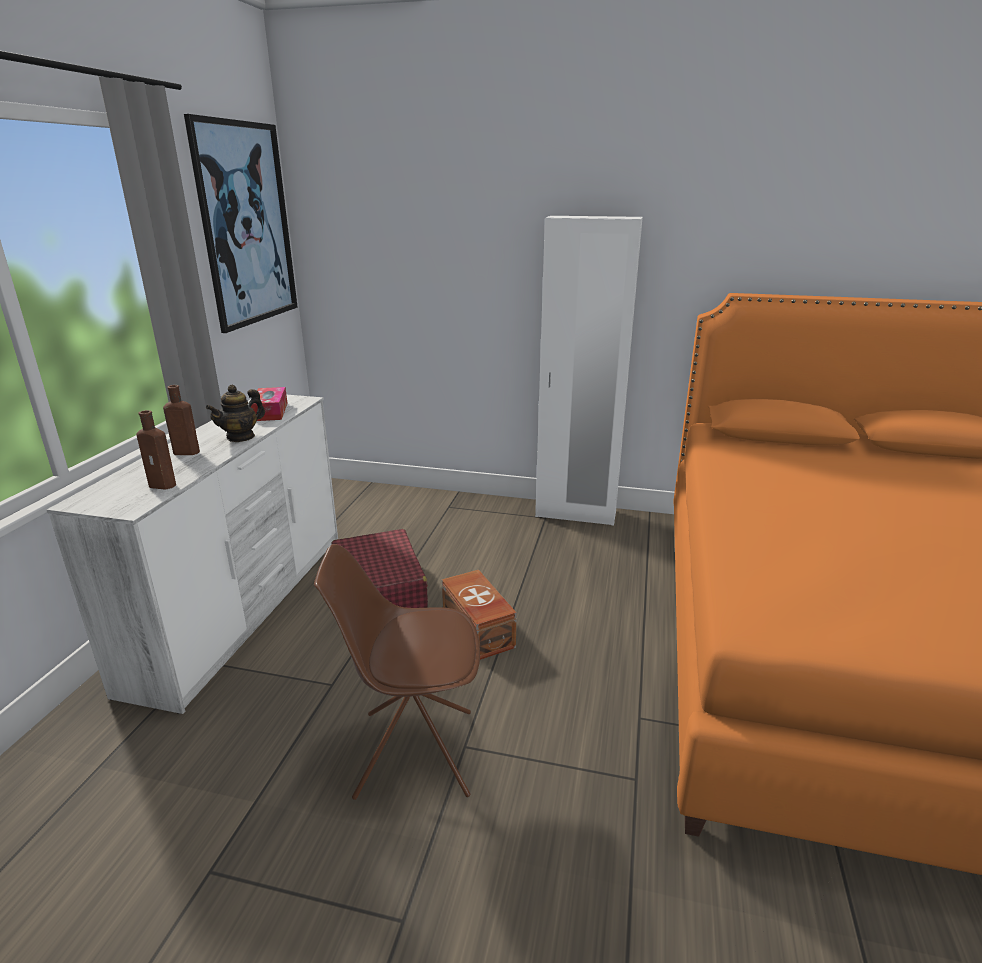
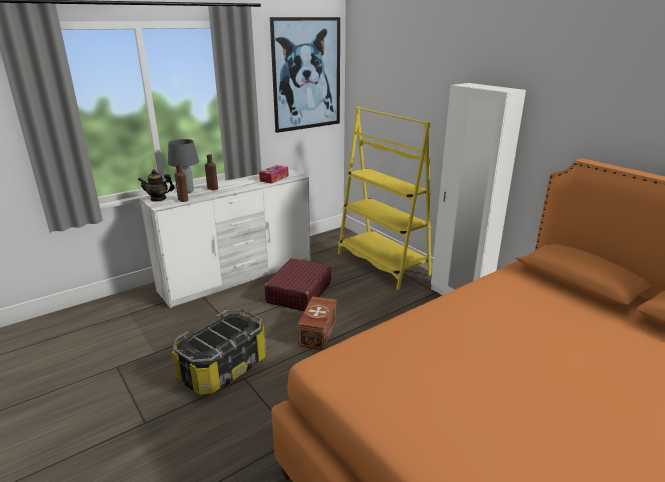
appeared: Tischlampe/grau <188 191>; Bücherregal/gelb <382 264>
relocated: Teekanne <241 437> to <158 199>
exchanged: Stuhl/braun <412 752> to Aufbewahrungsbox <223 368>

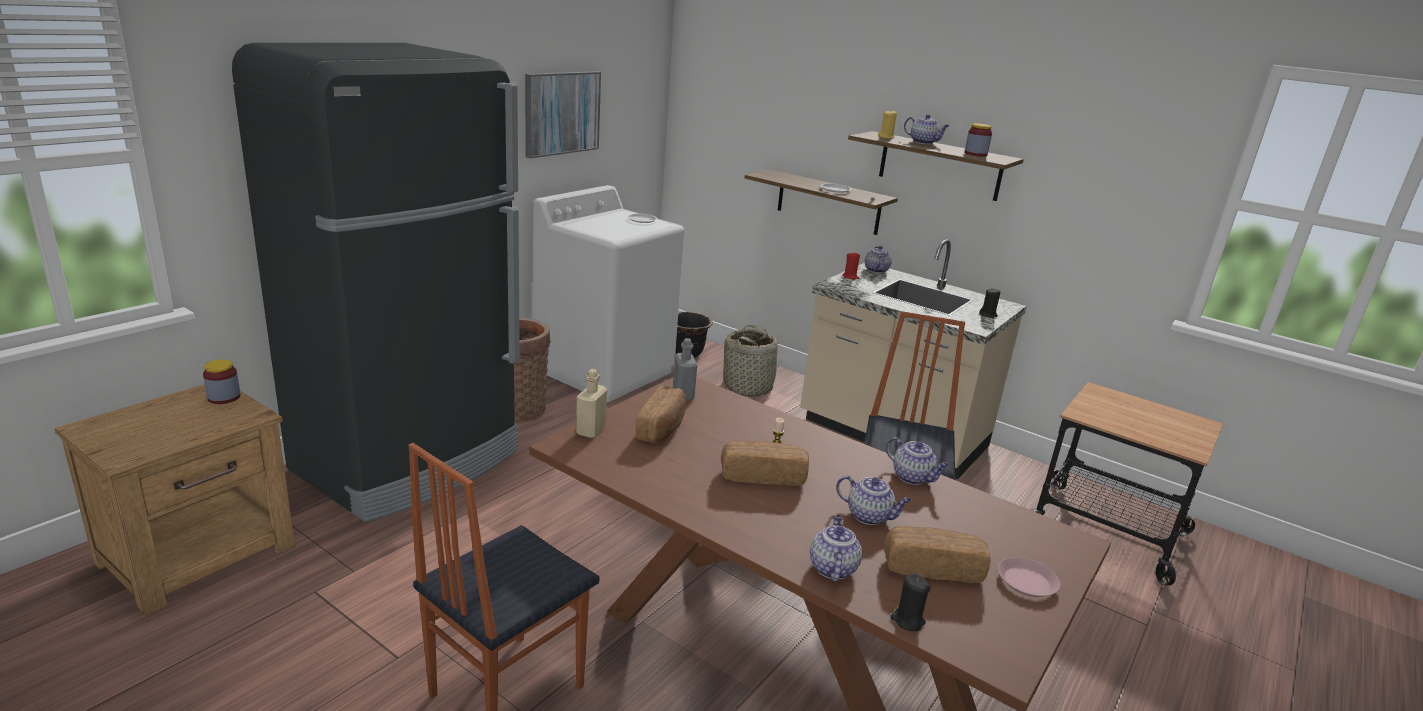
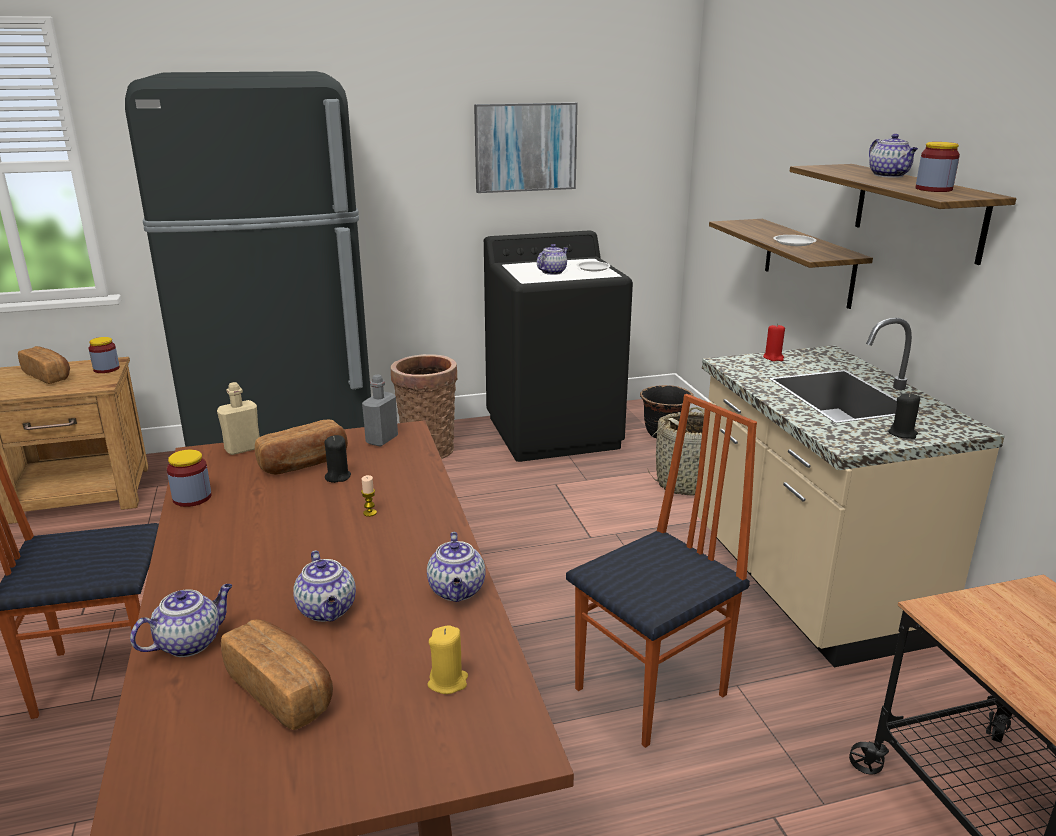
missing: Teller/rosa <1026 582>
appeared: Vorratsglas <192 498>
relocated: Brot <763 476> to <48 376>; Kerze/schwarz <907 620> to <337 477>; Kerze/gelb <886 137> to <448 682>; Teekanne <876 270> to <552 272>
colour: Waschmaschine/weiß <605 370> to Waschmaschine/schwarz <554 432>

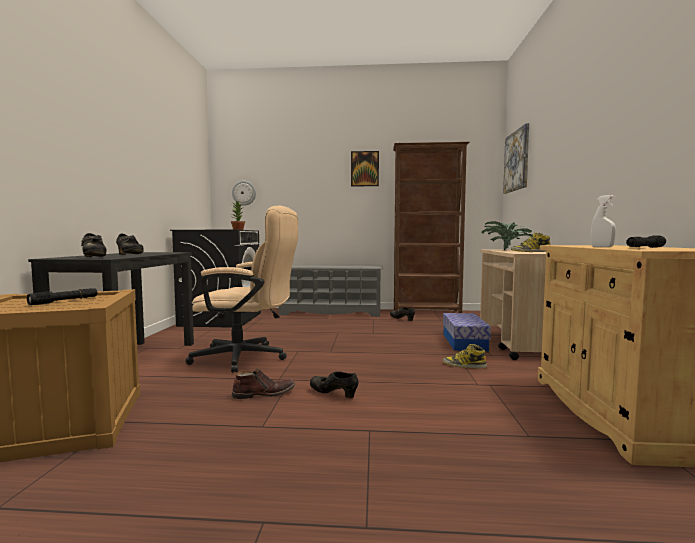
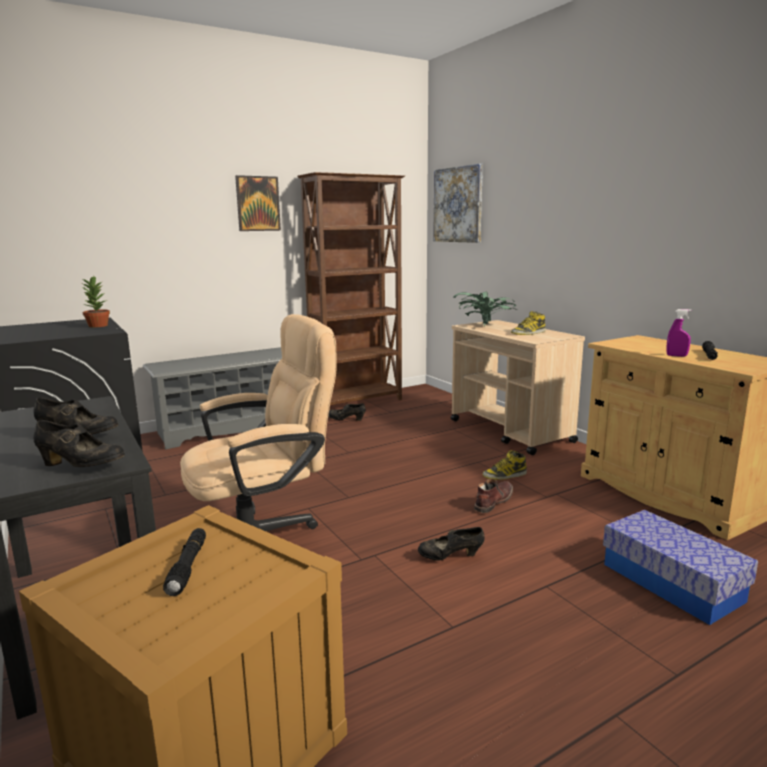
missing: Wanduhr <244 193>
relocated: Stiefel/braun <264 393> to <493 501>; Aufbewahrungsbox <464 342> to <672 582>
colour: Sprühflasche/weiß <602 247> to Sprühflasche/lila <676 356>

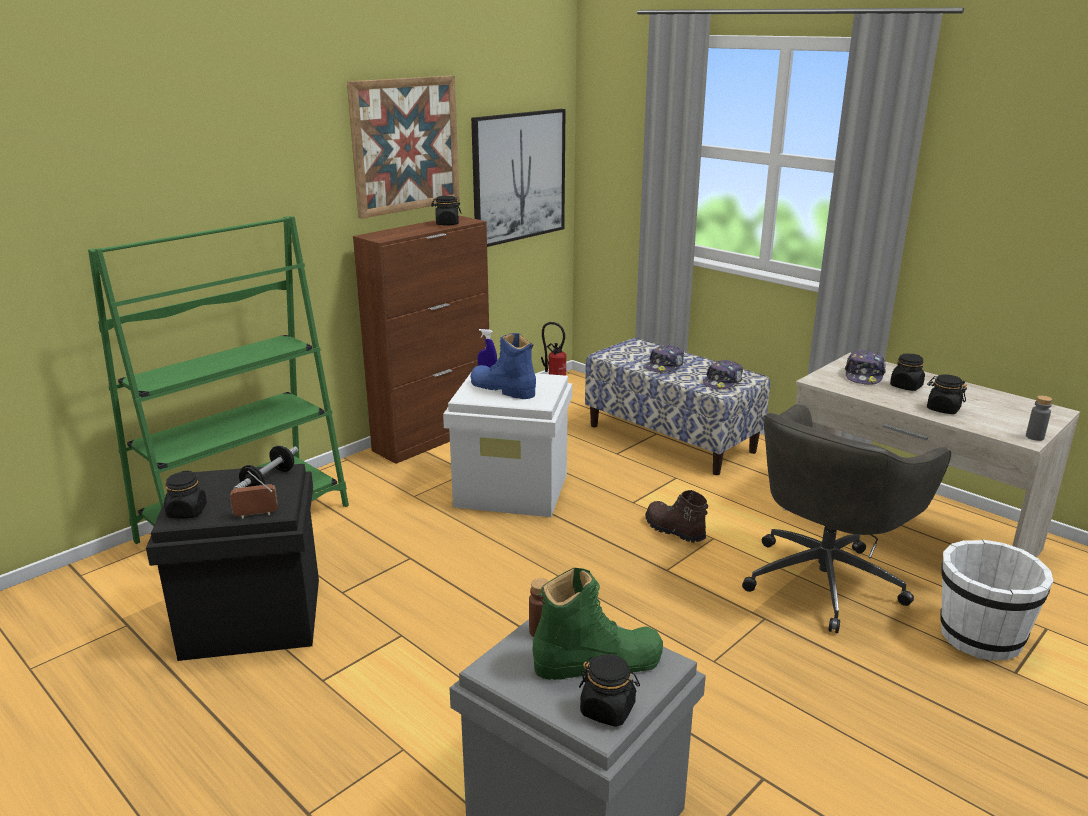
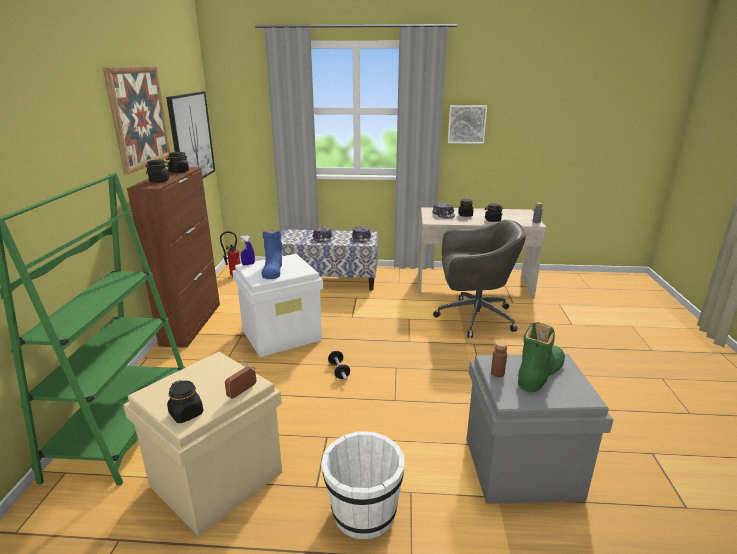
missing: Stiefel/braun <673 530>
appeared: Bild <466 124>
relocated: Vorratsglas/schwarz <608 710> to <160 181>; Eimer/weiß <979 636> to <363 512>; Hantel <269 481> to <339 371>
colour: Aufbewahrungsbox/schwarz <251 618> to Aufbewahrungsbox/beige <216 480>
spun: Stiefel/blau <502 389> = <273 270> 90 degrees counterclockwise; Bürostuhl/grau <825 579> = <473 317> 90 degrees counterclockwise

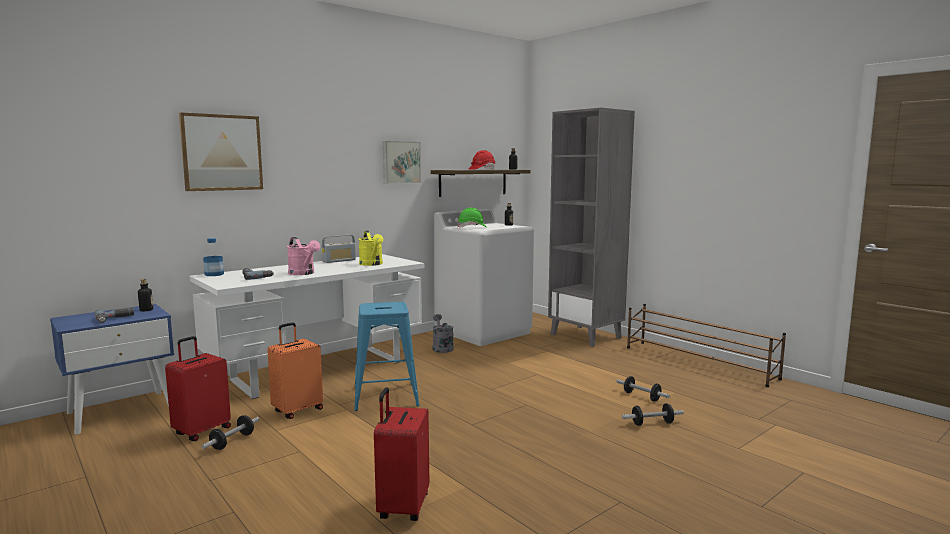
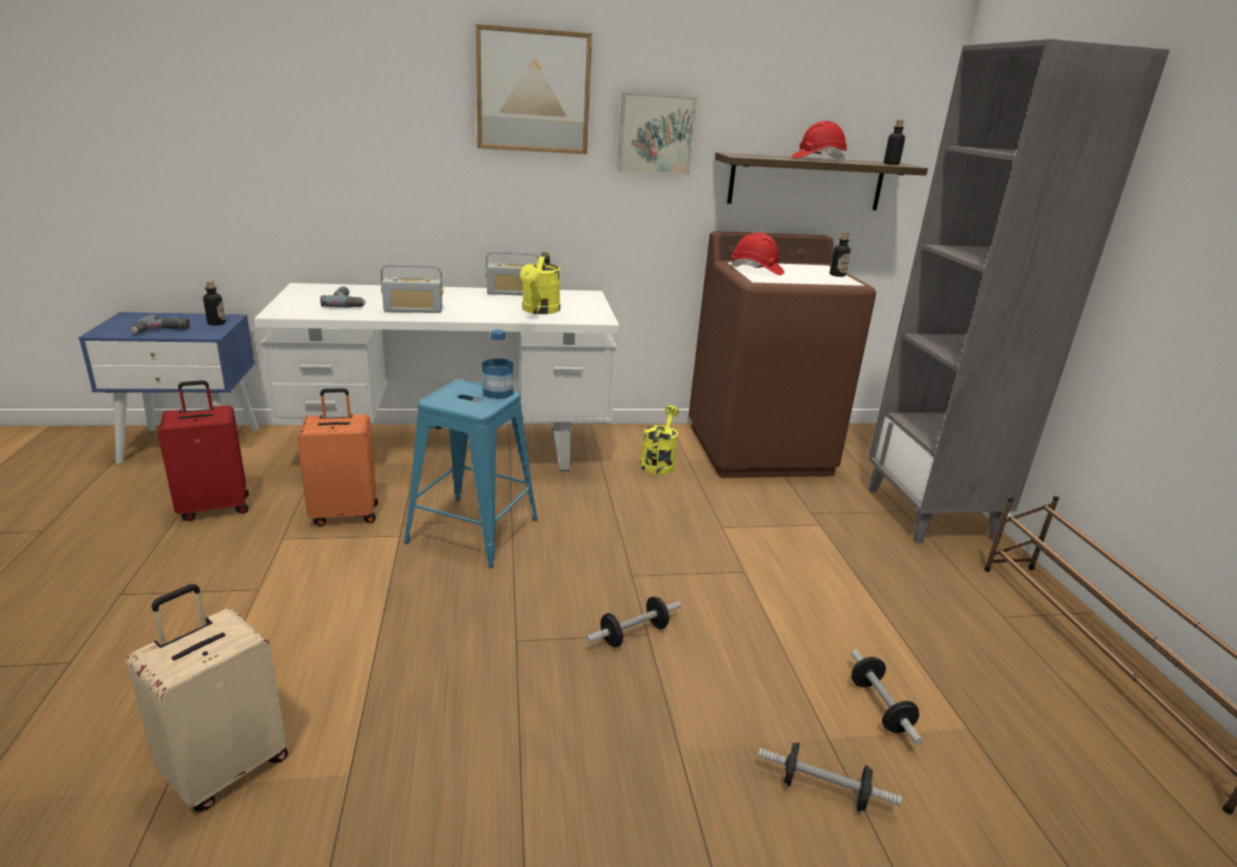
relocated: Bild <222 152> to <533 91>; Flasche <214 274> to <497 392>; Hantel <232 442> to <633 634>
exchanged: Gießkanne/rosa <304 273> to Radio <413 310>
colour: Koffer/rot <402 507> to Koffer/beige <226 768>; Gießkanne/grau <441 348> to Gießkanne/gelb <658 462>; Waschmaschine/weiß <483 331> to Waschmaschine/braun <759 449>; Schutzhelm/grün <472 227> to Schutzhelm/rot <756 270>

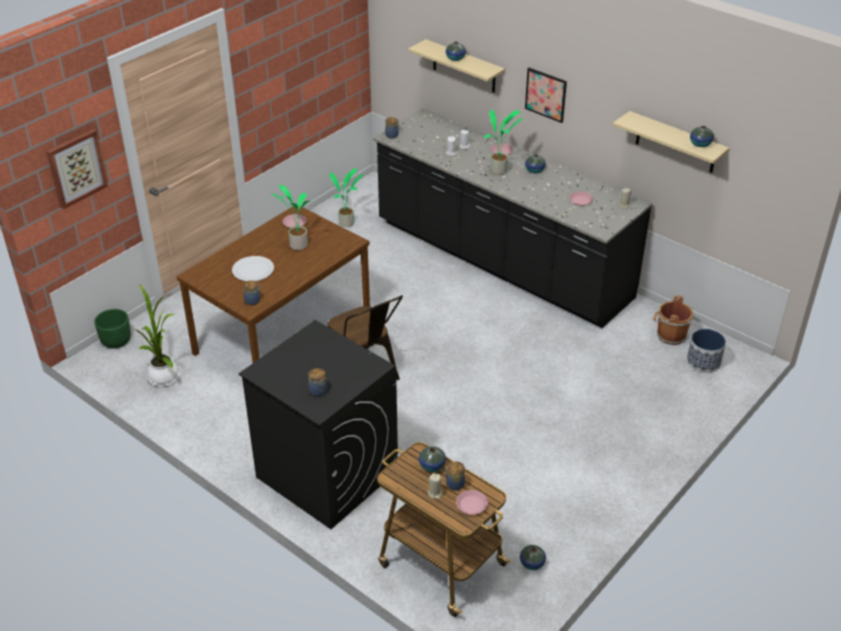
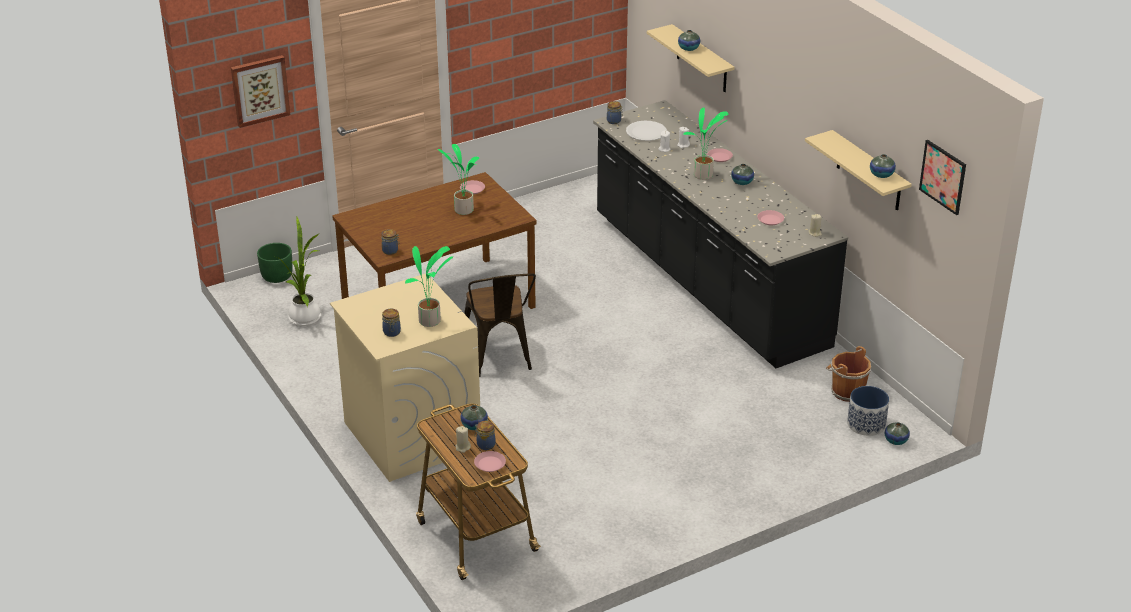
relocated: Topfpflanze <347 223> to <431 321>; Teller/weiß <253 270> to <646 132>; Vase <532 563> to <896 441>; Bild <545 94> to <943 176>
colour: Waschmaschine/schwarz <326 473> to Waschmaschine/beige <411 435>

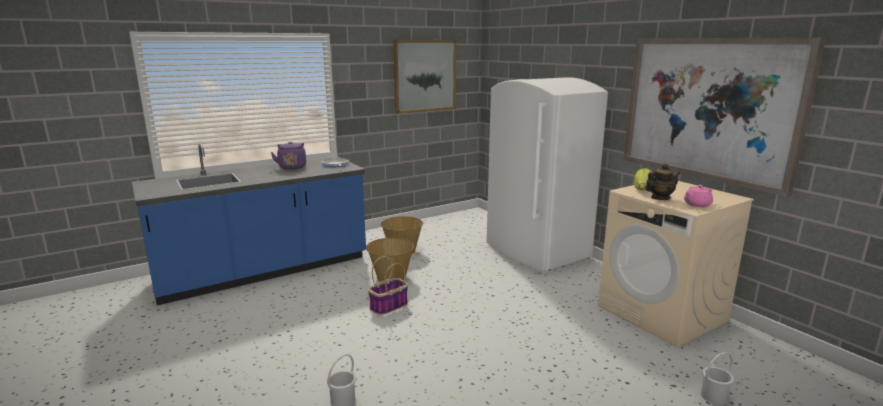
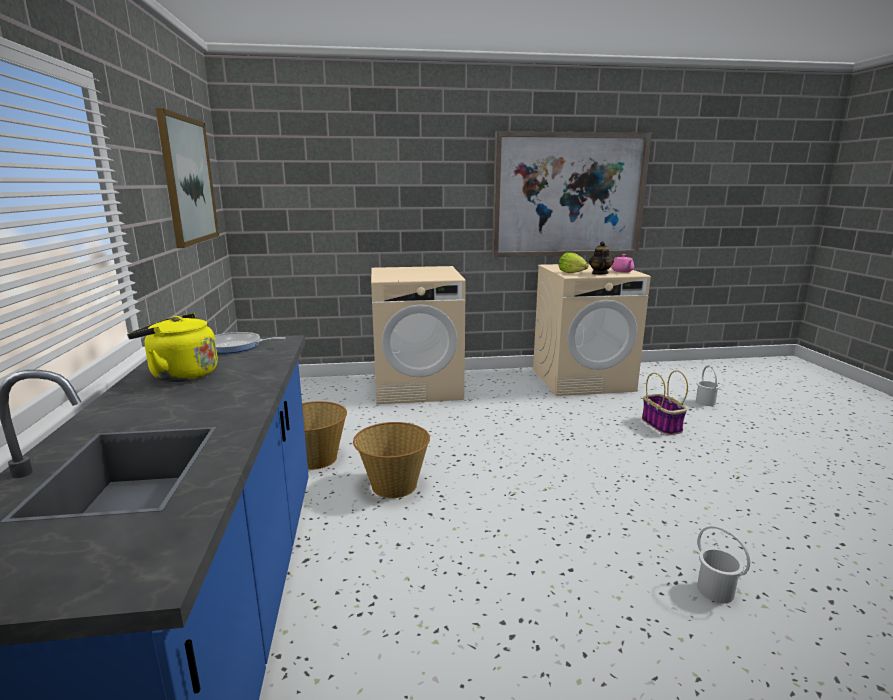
relocated: Korb <388 306> to <662 426>
exchanged: Kühlschrank/weiß <536 251> to Waschmaschine/beige <418 387>
colour: Wasserkessel/lila <292 167> to Wasserkessel/gelb <180 375>

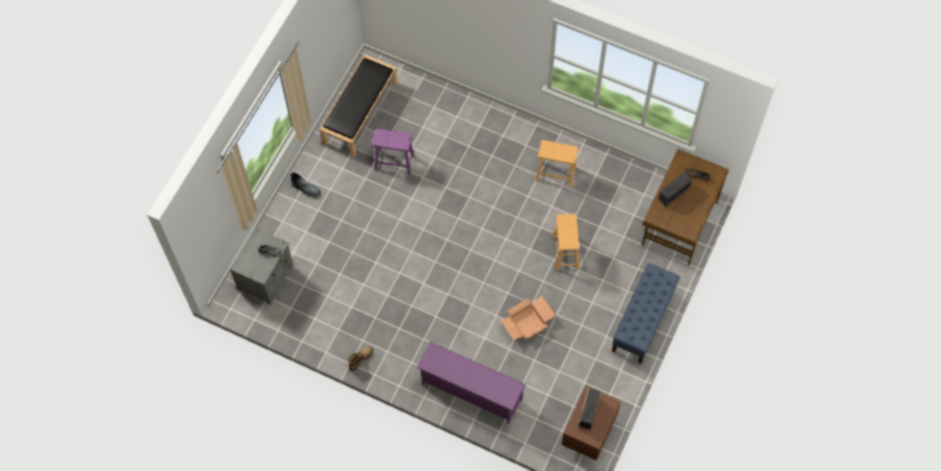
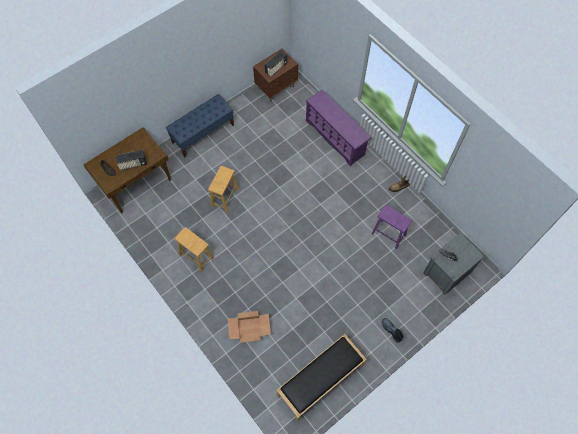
relocated: Karton <527 323> to <250 328>; Hocker/lila <394 161> to <388 234>

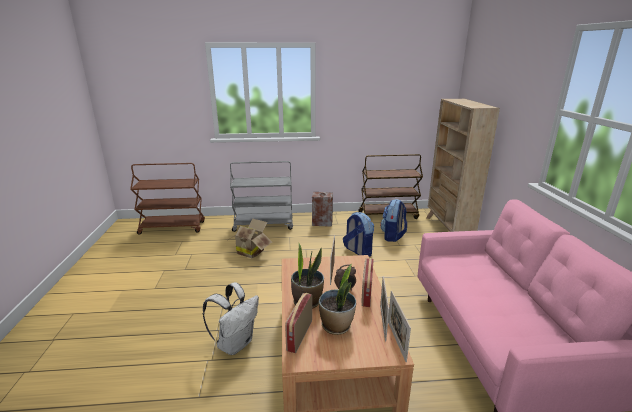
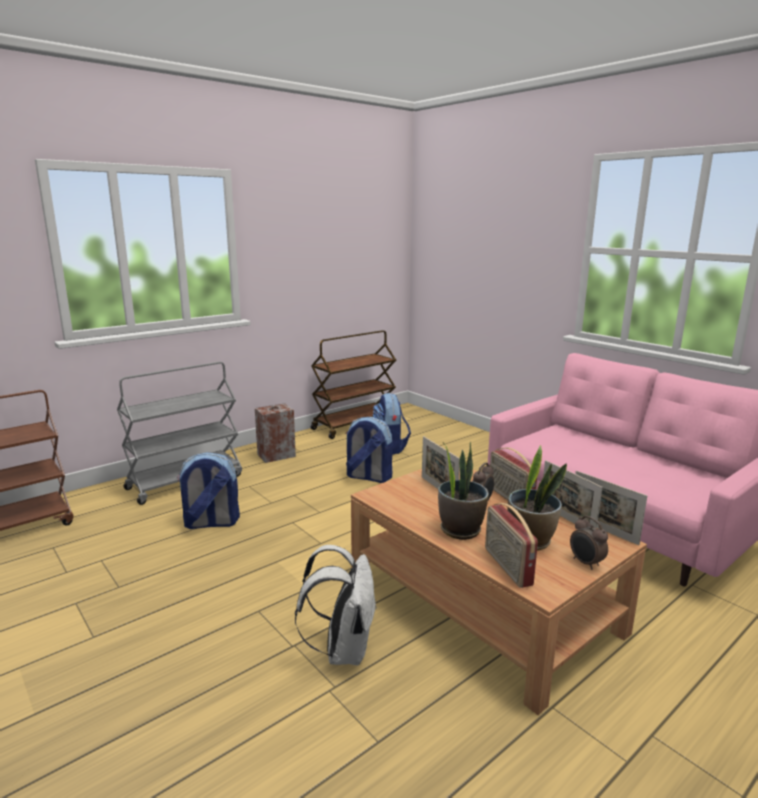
missing: Bücherregal/beige <448 229>
appeared: Wecker <585 563>
exchanged: Karton <251 251> to Rucksack <210 523>

